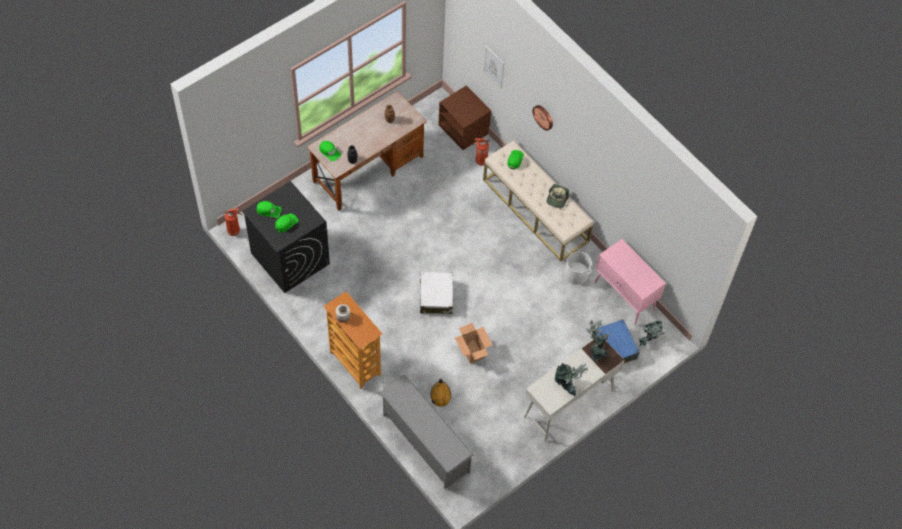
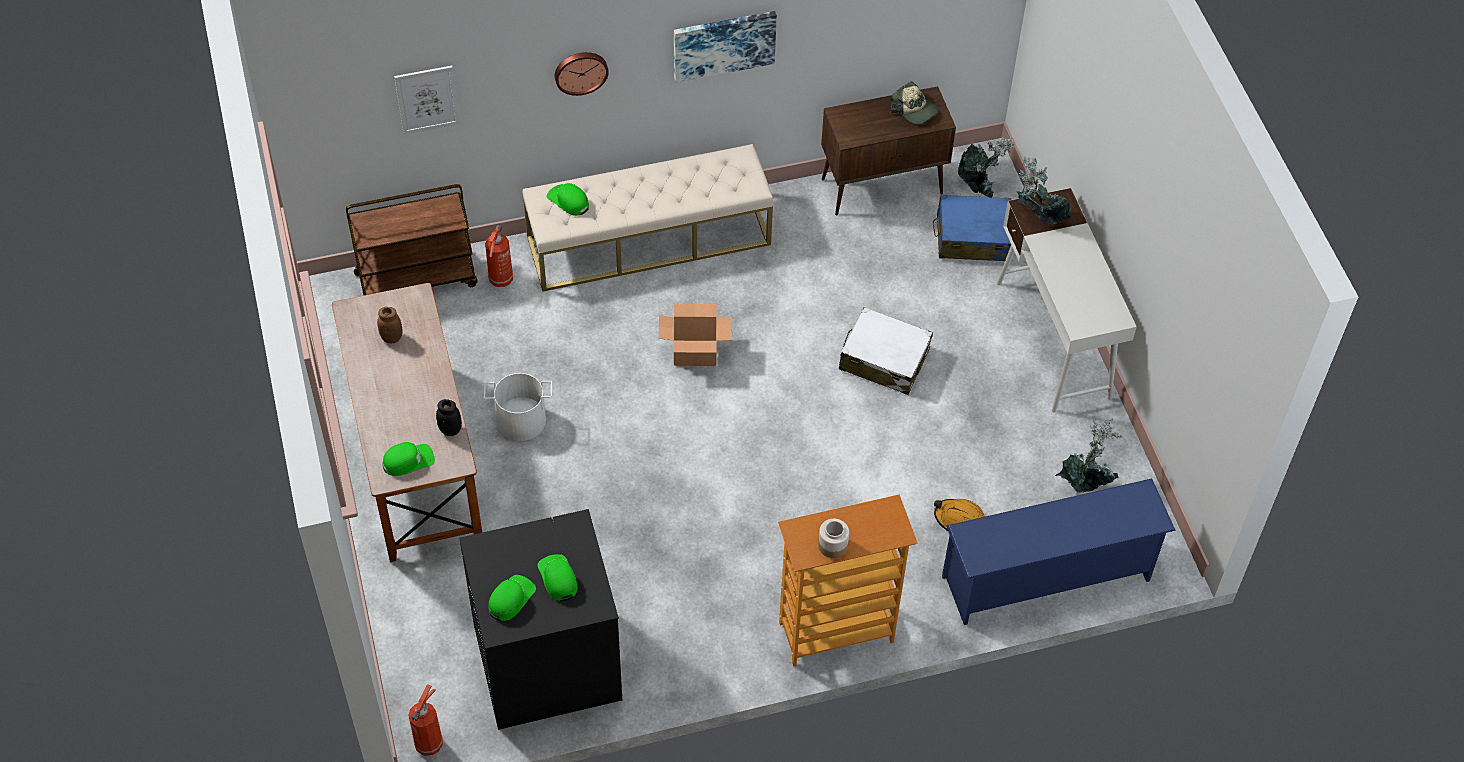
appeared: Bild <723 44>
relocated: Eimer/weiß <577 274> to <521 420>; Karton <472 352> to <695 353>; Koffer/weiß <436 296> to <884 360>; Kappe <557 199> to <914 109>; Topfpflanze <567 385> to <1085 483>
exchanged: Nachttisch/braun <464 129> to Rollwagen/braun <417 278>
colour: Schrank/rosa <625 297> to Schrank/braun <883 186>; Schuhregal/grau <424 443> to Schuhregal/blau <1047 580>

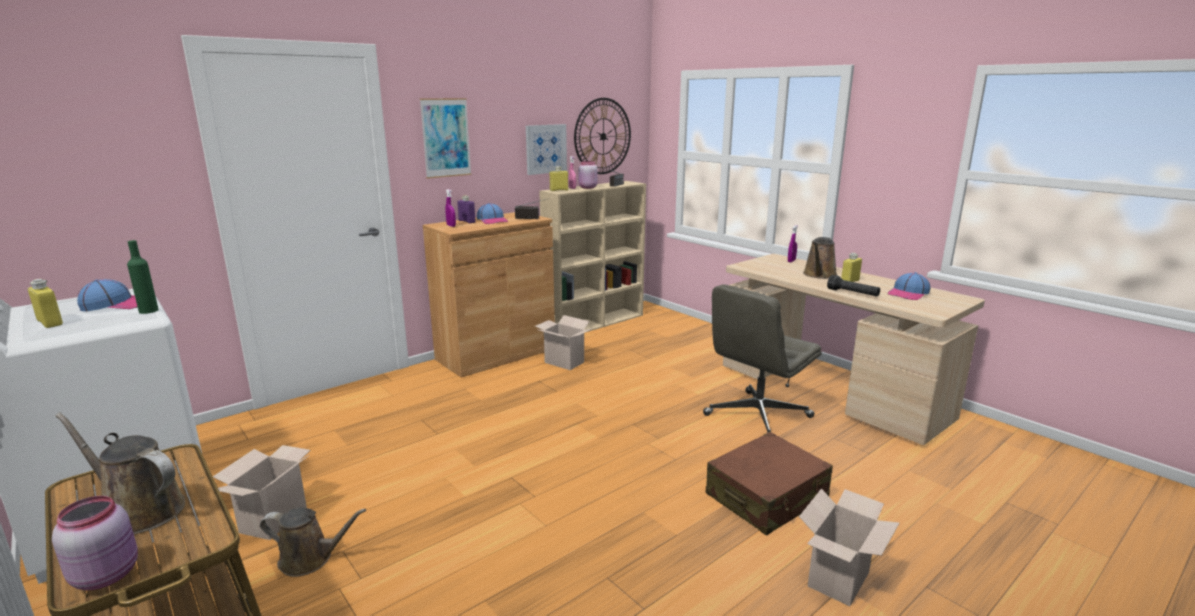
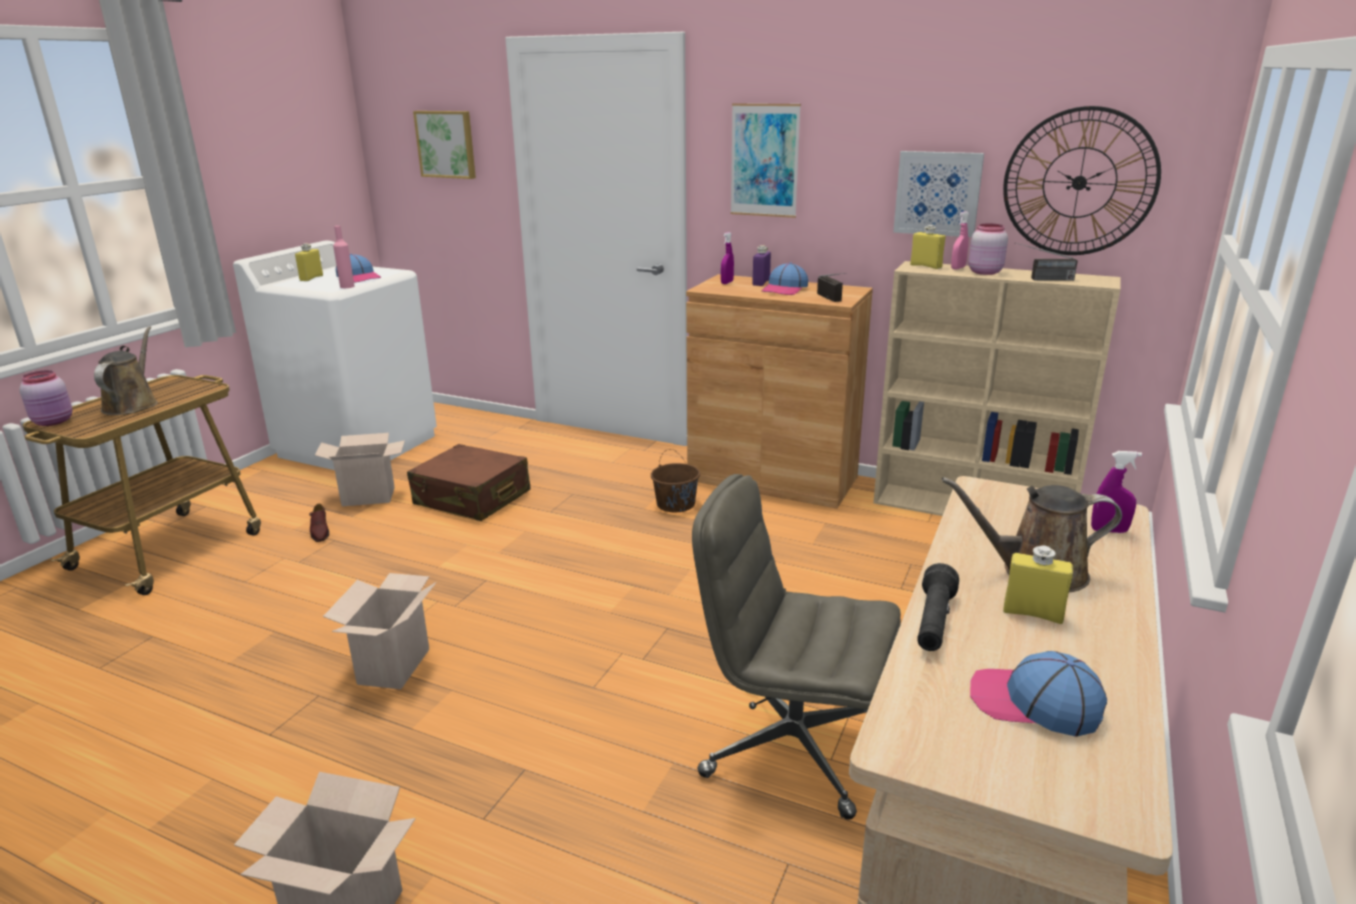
appeared: Bild <447 144>; Eimer/braun <676 504>
relocated: Karton <562 362> to <393 665>; Koffer/braun <767 497> to <472 498>
exchanged: Gießkanne/braun <310 559> to Schuh/braun <320 531>
colour: Flasche/grün <148 311> to Flasche/rosa <347 286>

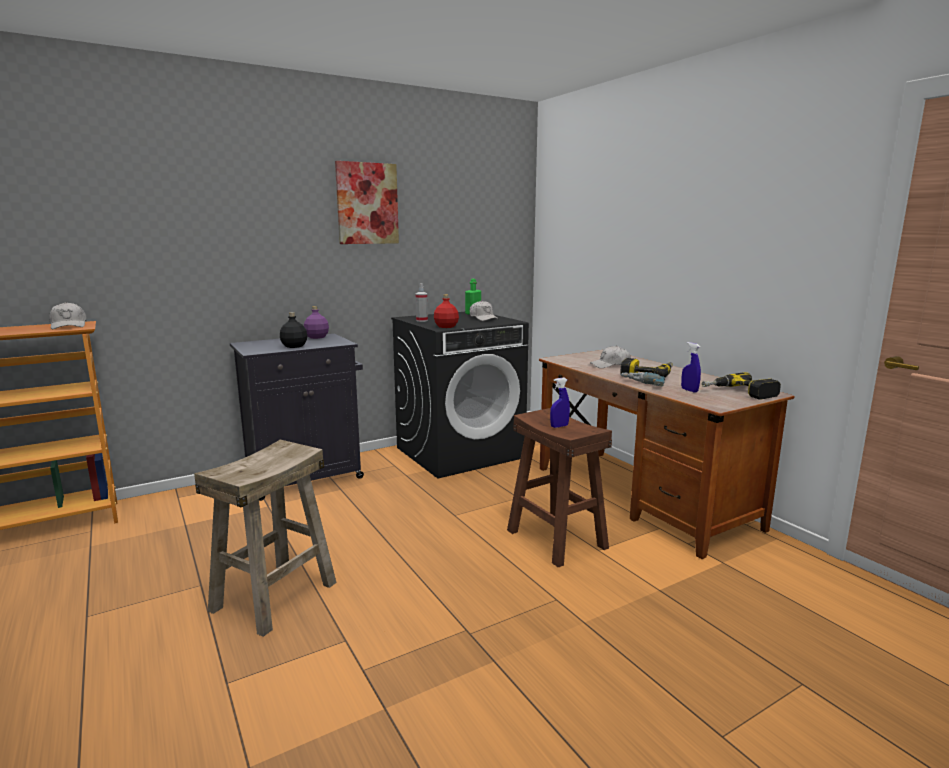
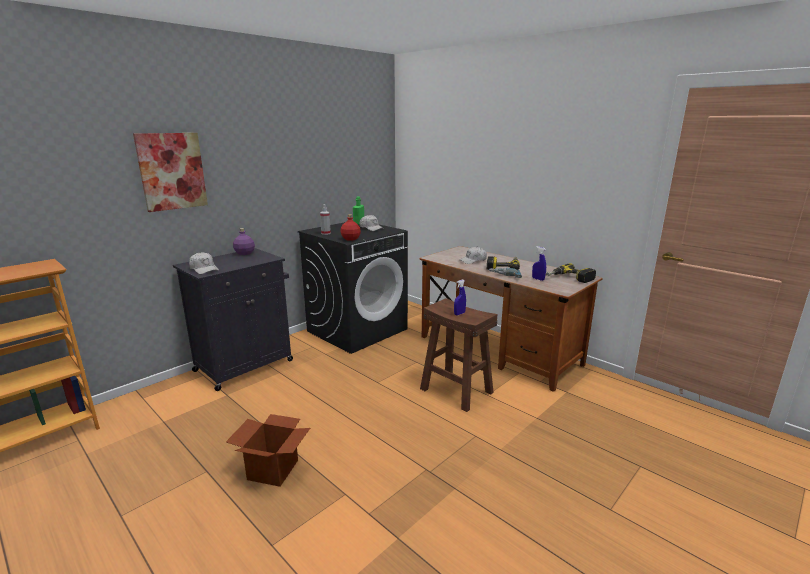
missing: Flasche/schwarz <294 346>
relocated: Bild <367 203> to <172 171>; Kappe/weiß <69 325> to <204 269>
exchanged: Hocker/beige <274 597> to Karton <273 470>

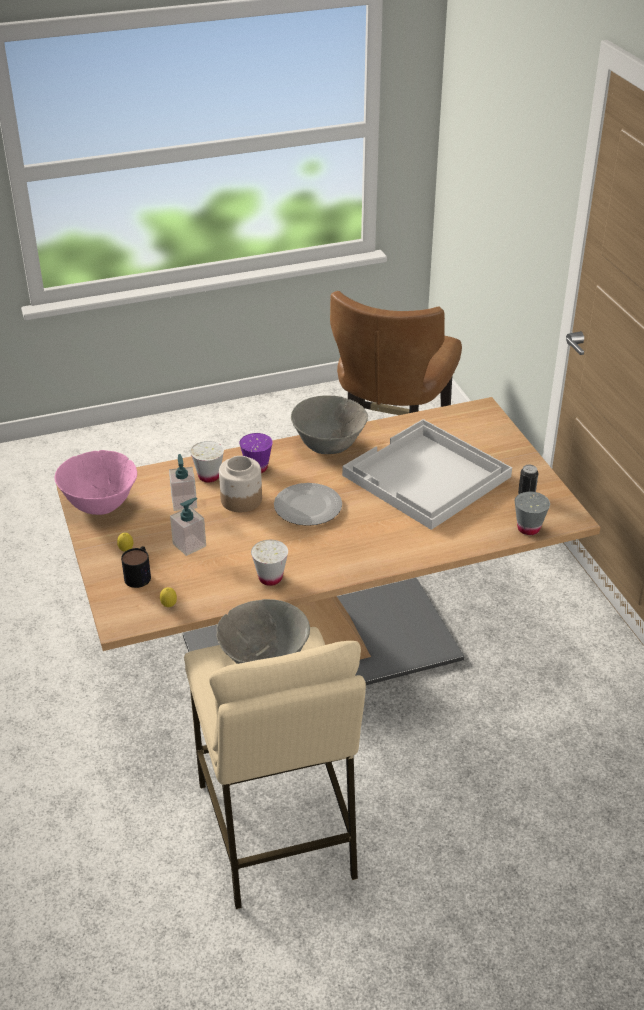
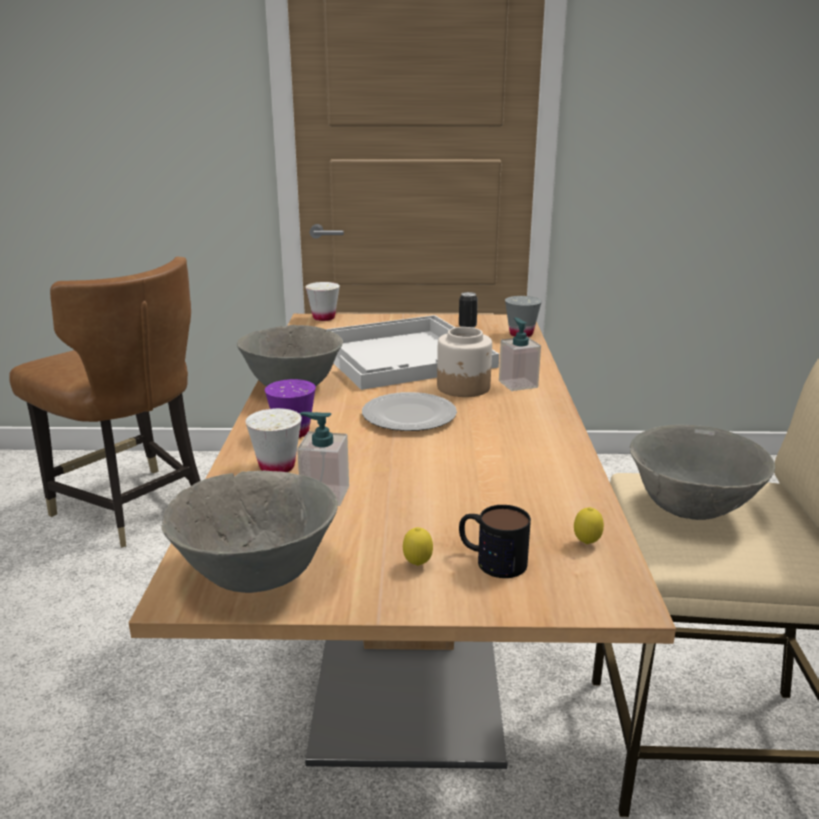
relocated: Tasse/weiß <270 578> to <324 318>; Vorratsglas <241 500> to <464 387>; Seifenspender <189 545> to <518 384>
colour: Schüssel/rosa <99 504> to Schüssel/grau <257 575>

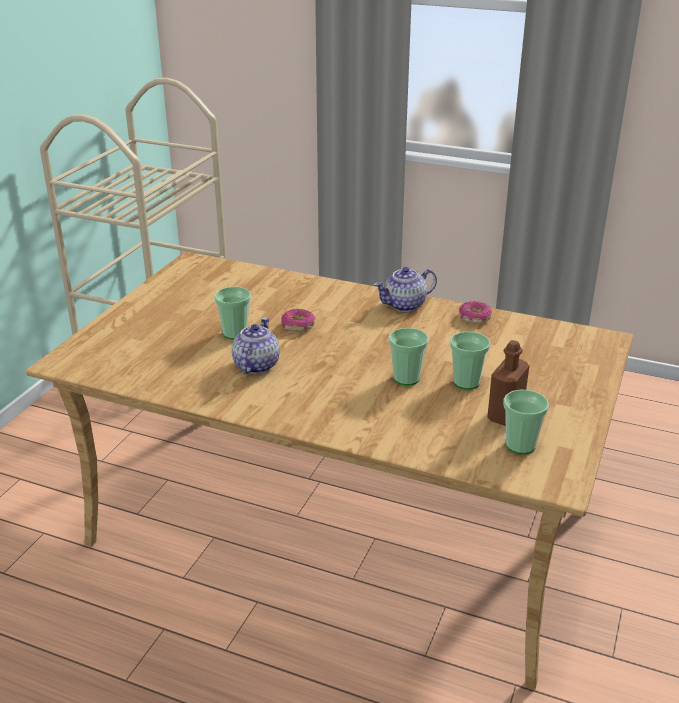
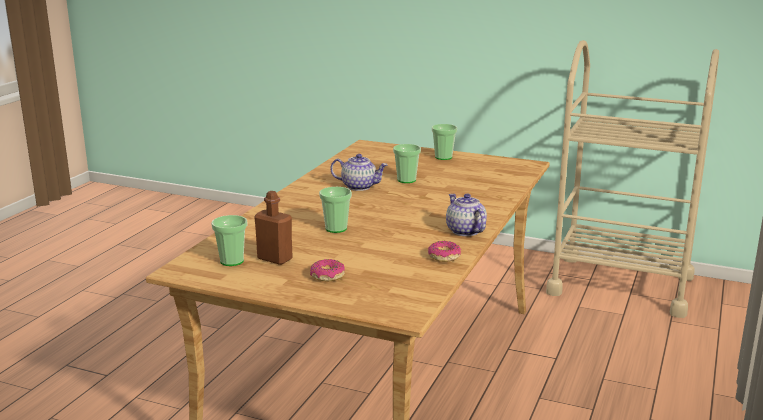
relocated: Donut <298 326> to <327 276>; Tasse <466 382> to <443 157>

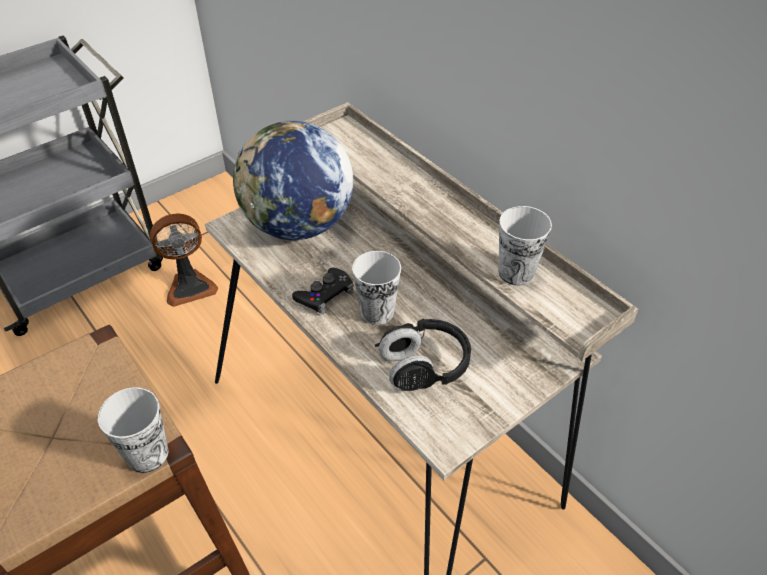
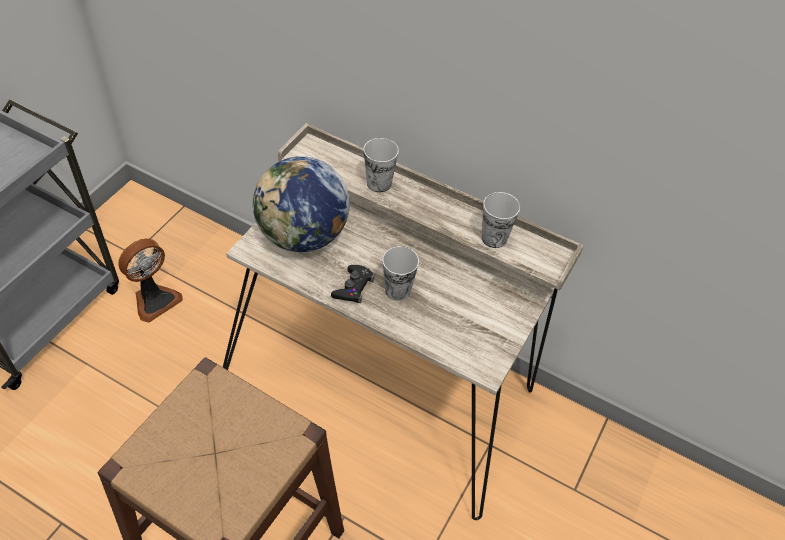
missing: Kopfhörer/schwarz <424 366>
relocated: Tasse <147 454> to <379 183>

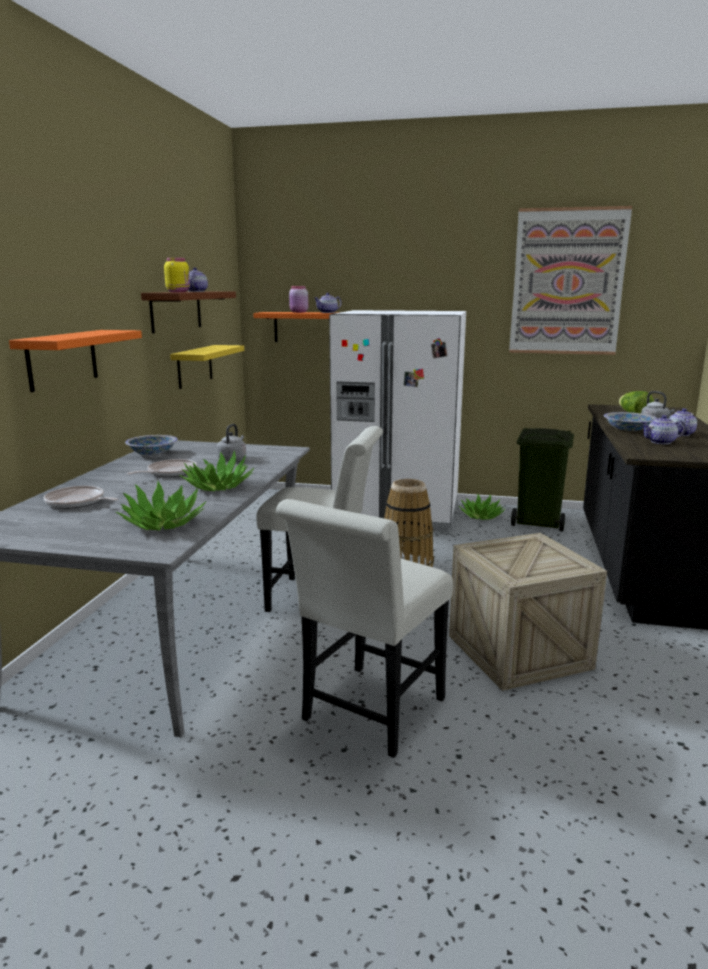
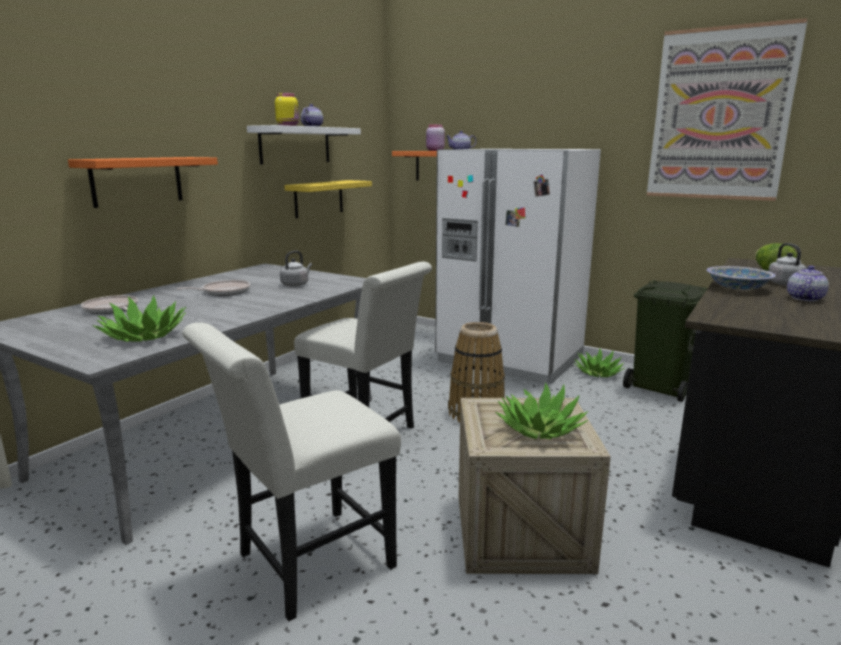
missing: Schüssel <152 453>; Teekanne <661 442>
relocated: Topfpflanze <217 486> to <539 429>
colour: Wandregal/braun <176 311> to Wandregal/weiß <295 145>

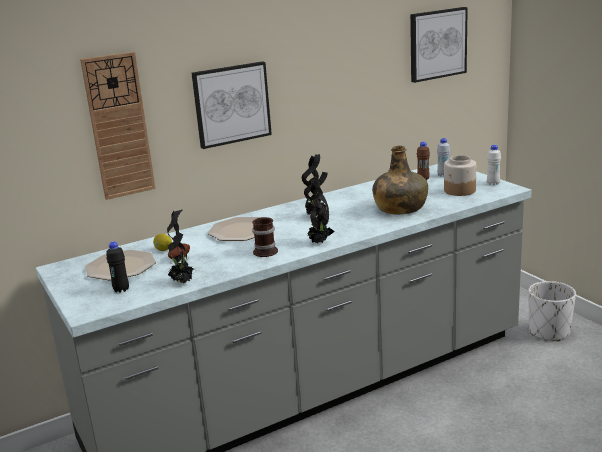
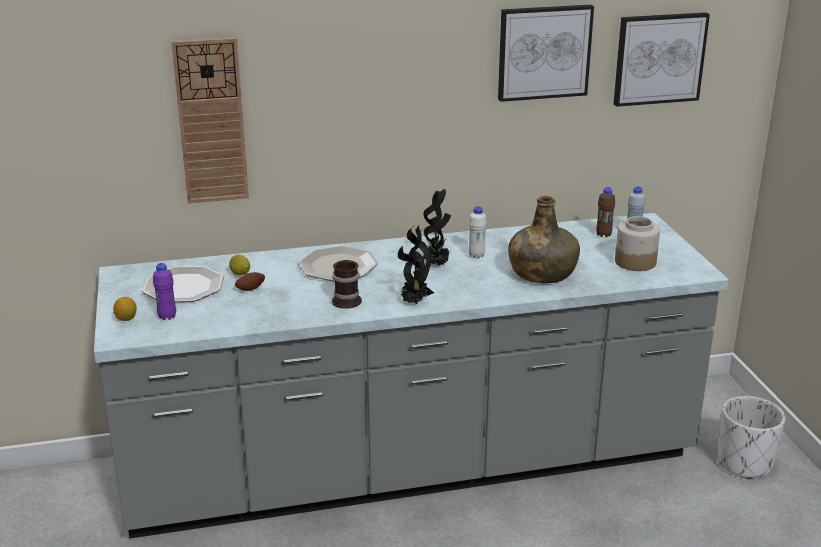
missing: Topfpflanze <183 282>
appeared: Zitrone <126 319>
relocated: Flasche/weiß <493 183> to <476 255>; Bild <231 104> to <543 52>
colour: Flasche/schwarz <121 290> to Flasche/lila <167 317>

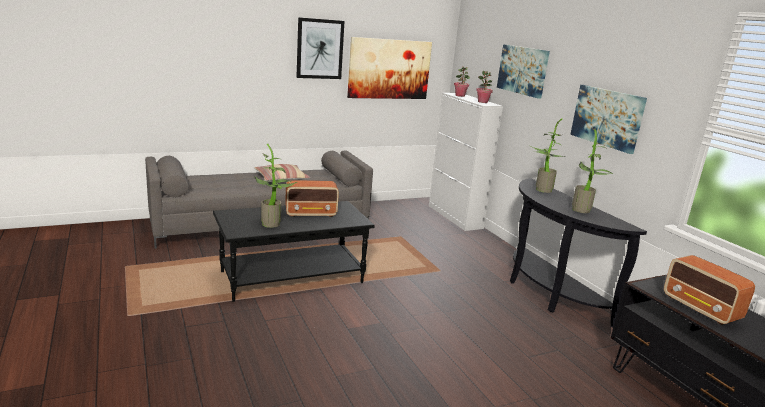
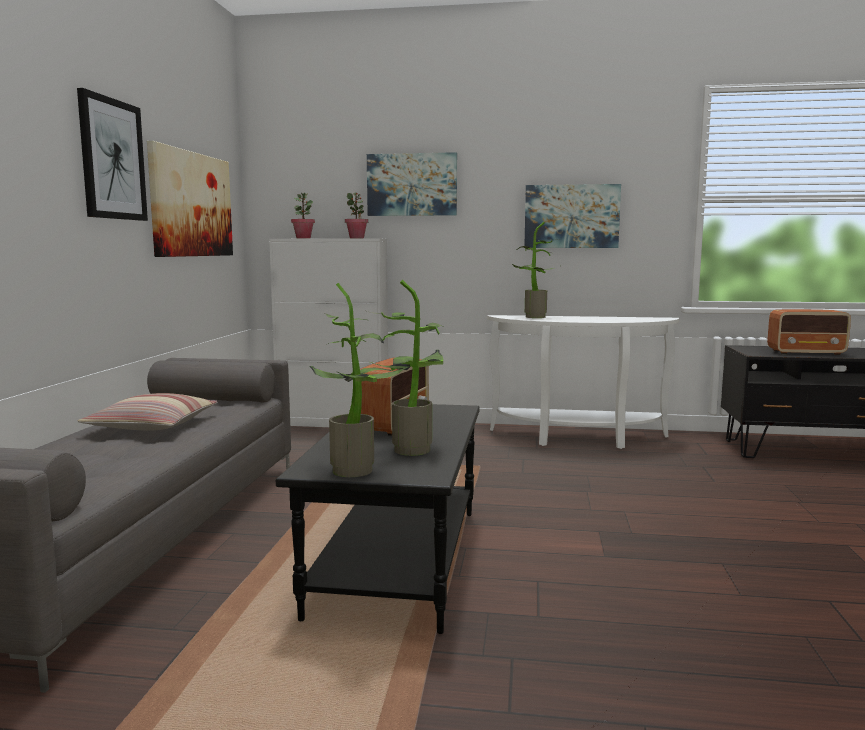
relocated: Topfpflanze <584 210> to <358 469>
colour: Konsolentisch/schwarz <546 293> to Konsolentisch/weiß <578 439>

